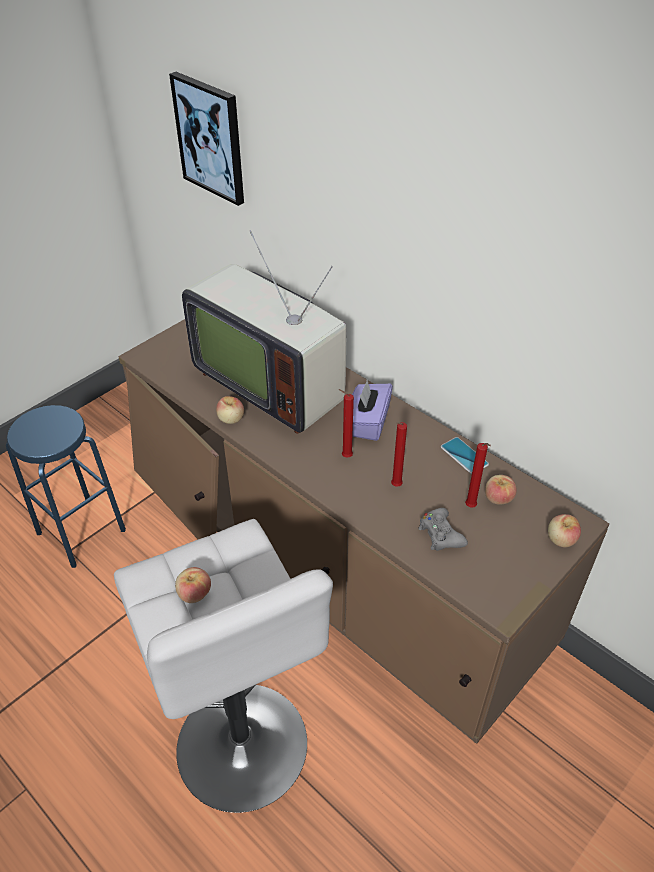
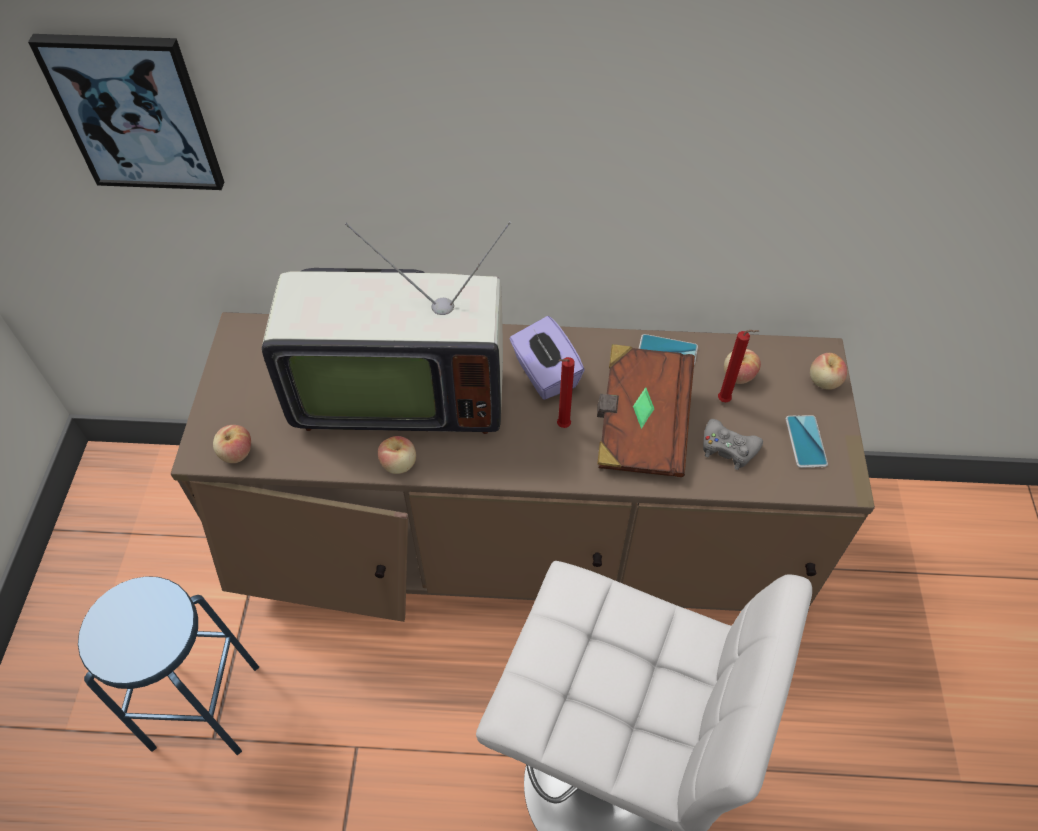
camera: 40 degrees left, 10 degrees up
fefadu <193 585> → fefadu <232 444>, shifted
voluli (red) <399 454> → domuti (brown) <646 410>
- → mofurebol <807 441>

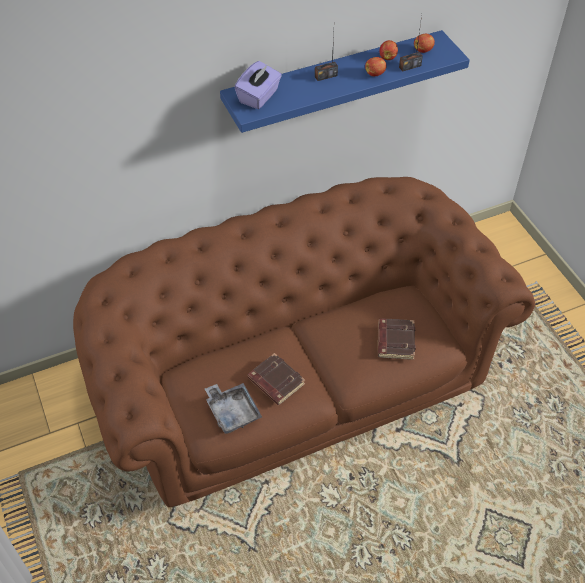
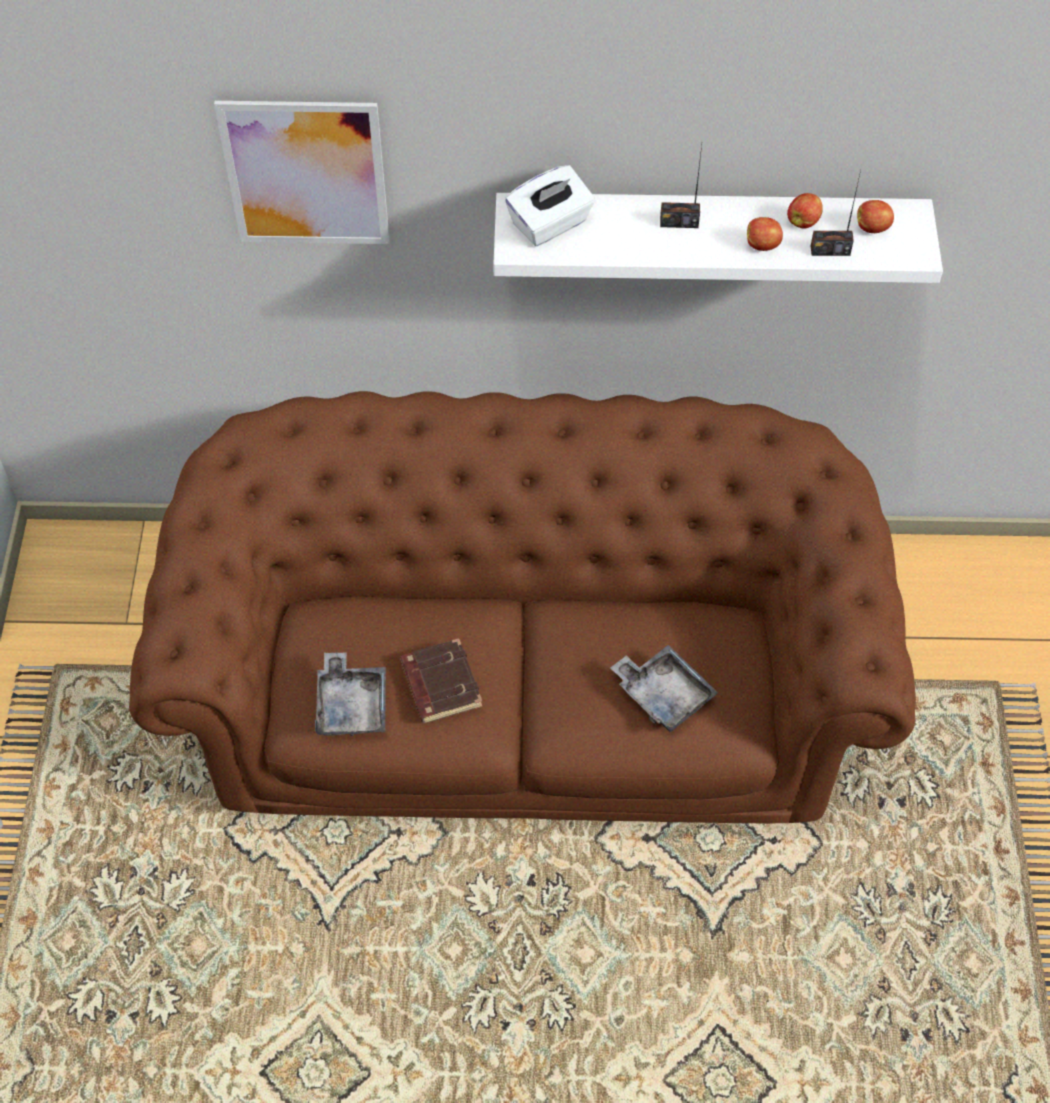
camera: 25 degrees right, 5 degrees up
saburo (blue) <345 81> → saburo (white) <718 238>
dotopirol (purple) <258 85> → dotopirol (white) <550 205>
domuti (brown) <397 339> → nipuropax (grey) <664 688>
- → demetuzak <302 172>

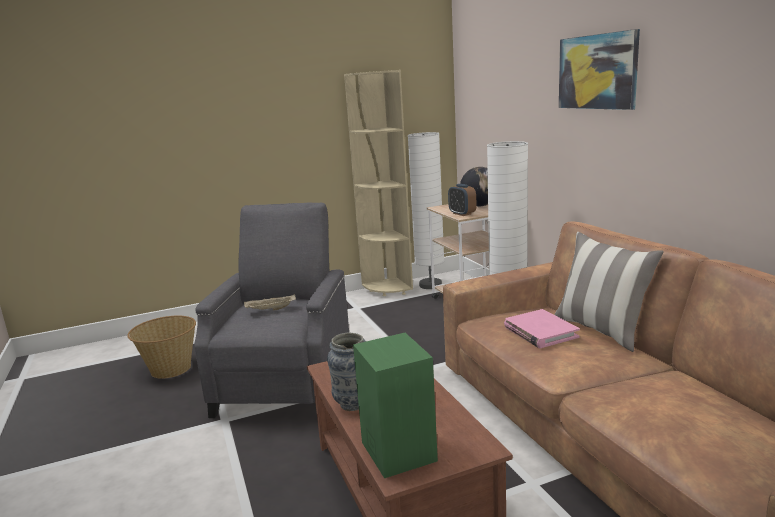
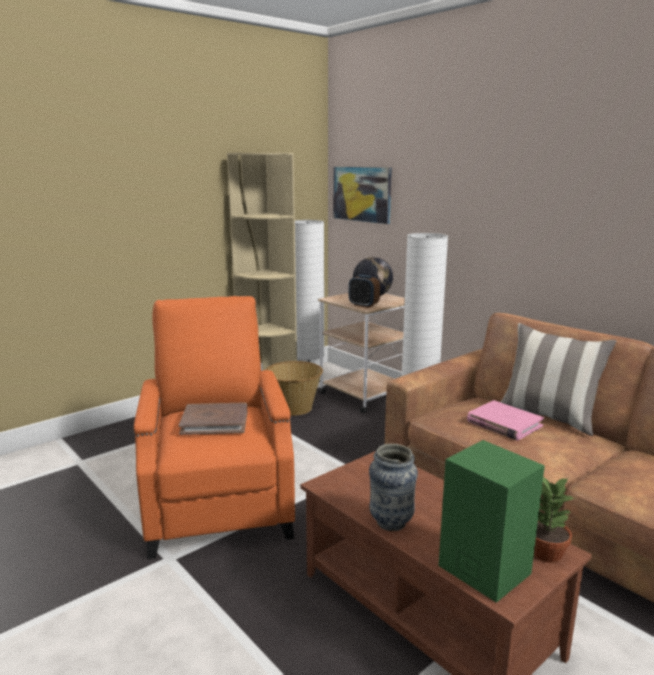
camera: 20 degrees left, 0 degrees up
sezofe <161 347> → sezofe <294 388>, shifted
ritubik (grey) <271 310> → ritubik (orange) <214 427>
nipuropax (beige) <270 302> → domuti (brown) <213 418>
demetuzak <599 69> → demetuzak <362 195>, shifted
- → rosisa <554 520>

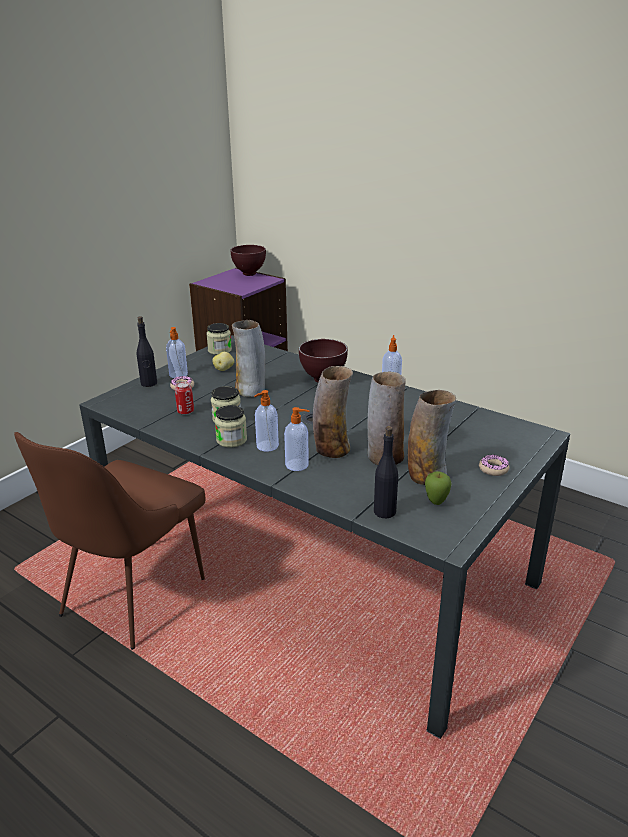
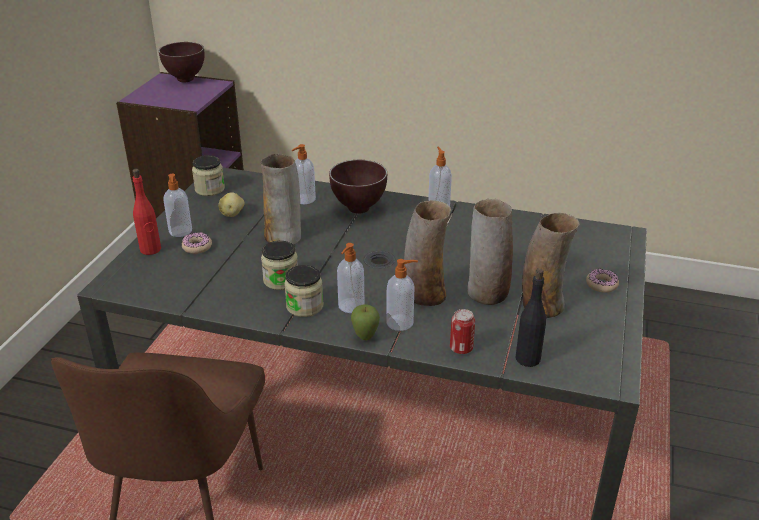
camera: 20 degrees left, 5 degrees up
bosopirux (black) <147 351> → bosopirux (red) <147 212>
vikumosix <184 398> → vikumosix <462 331>, shifted
fefadu <438 488> → fefadu <365 322>, shifted
- → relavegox <304 174>

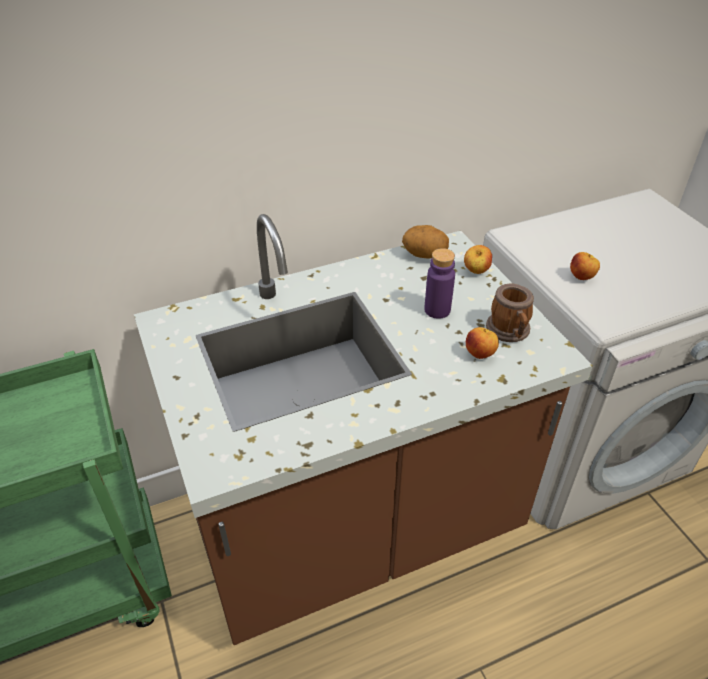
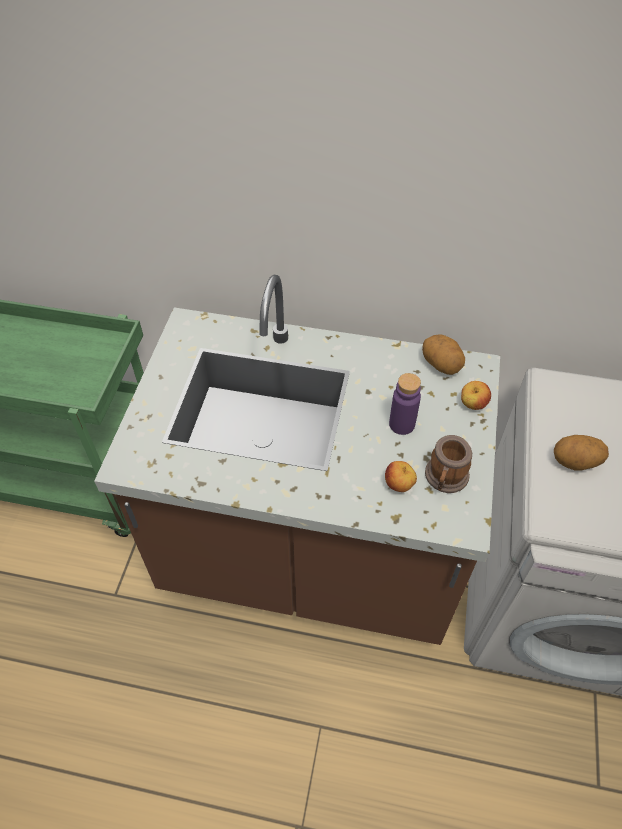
camera: 35 degrees right, 10 degrees up
fefadu <585 266> → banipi <581 453>

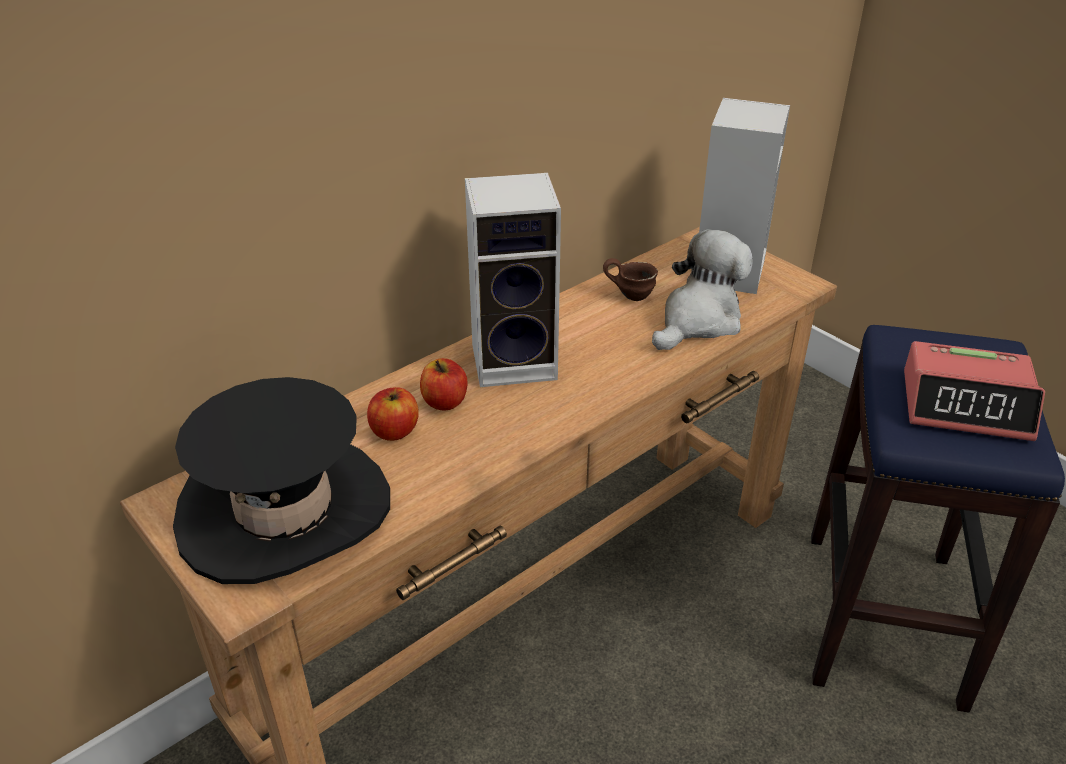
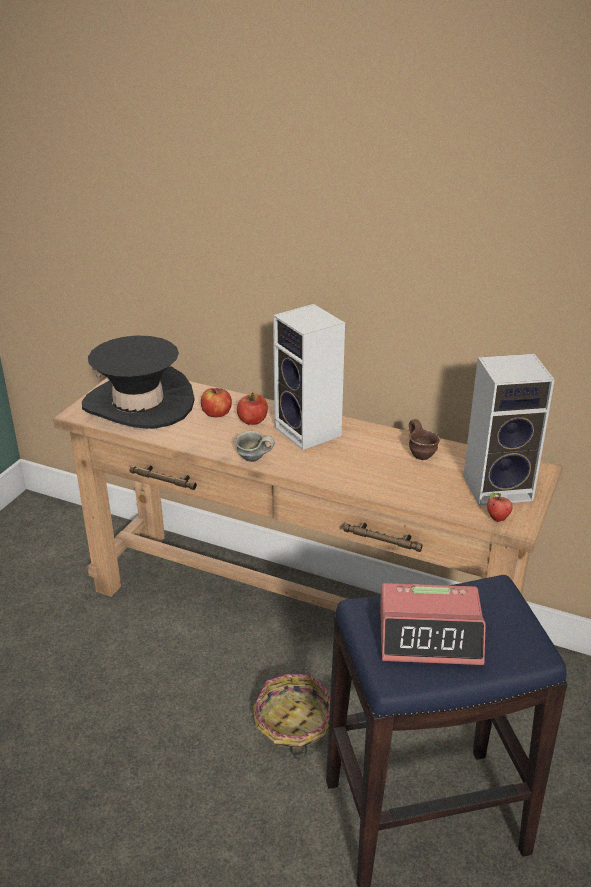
camera: 65 degrees right, 5 degrees down
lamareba <702 289> → -
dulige <974 391> → dulige <433 624>, 75 degrees counterclockwise
- → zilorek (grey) <255 446>
- → sezofe <291 716>
- → fefadu <500 507>

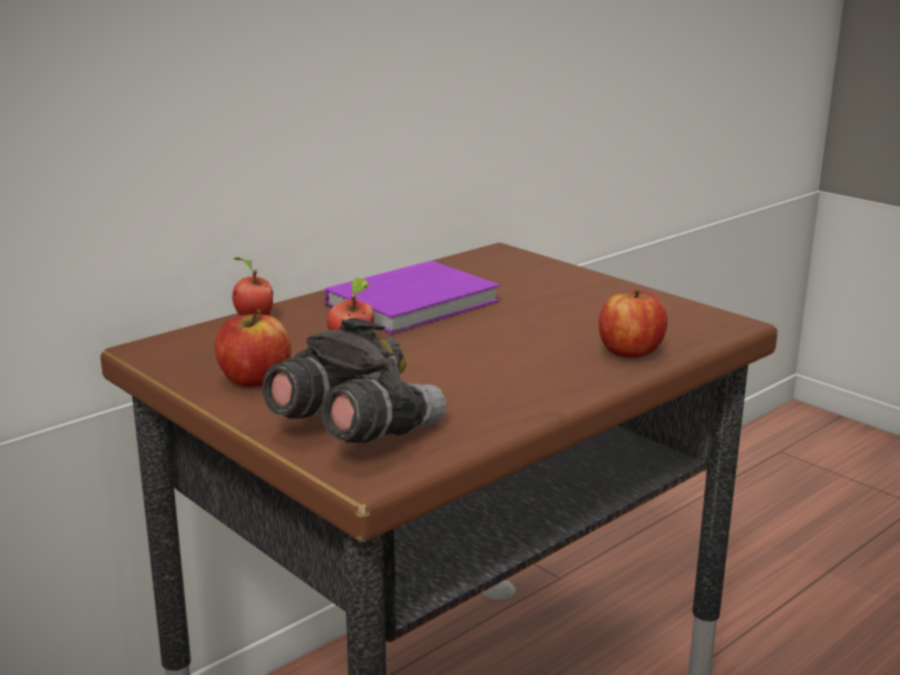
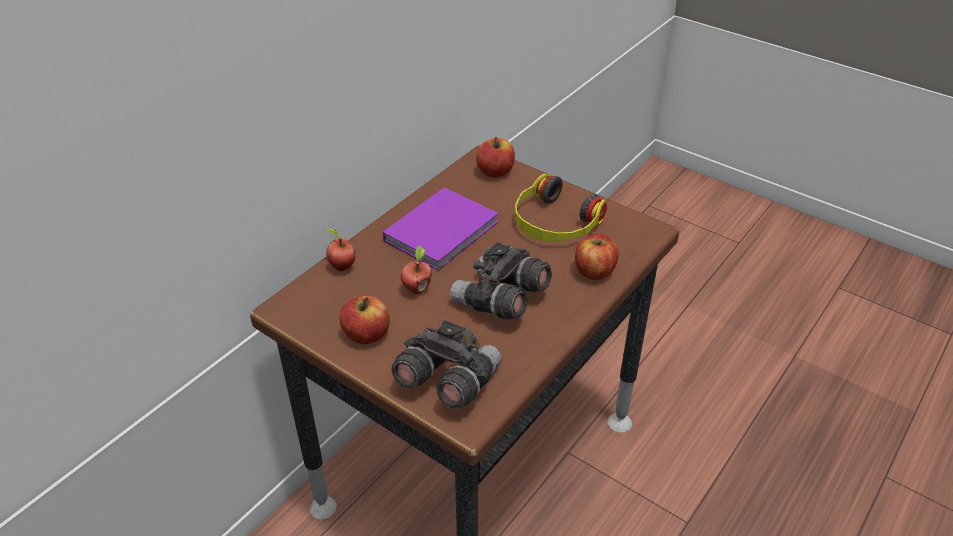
camera: 10 degrees left, 20 degrees up
- → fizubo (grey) <501 280>
- → fefadu <495 157>
- → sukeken <561 207>

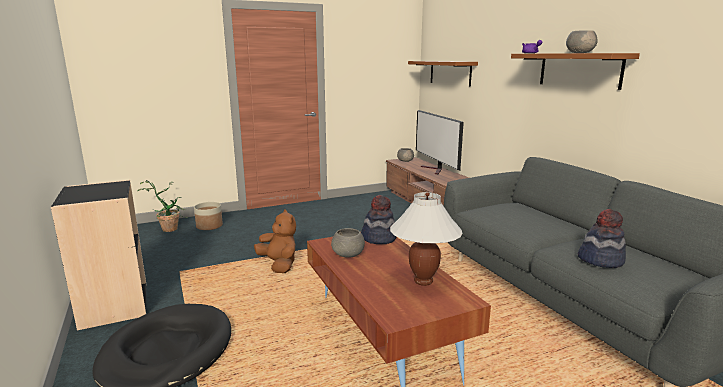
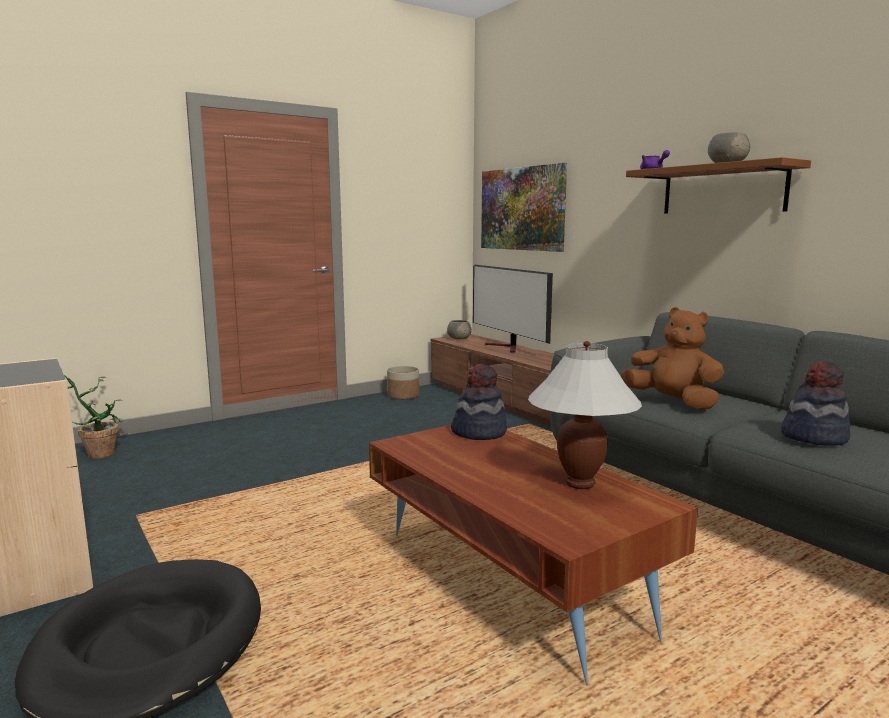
camera: 10 degrees left, 5 degrees down
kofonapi <208 216> → kofonapi <403 383>, shifted
lamareba (brown) <275 241> → lamareba (brown) <672 358>, shifted
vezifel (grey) <348 243> → -
saburo (brown) <443 73> → demetuzak <524 207>

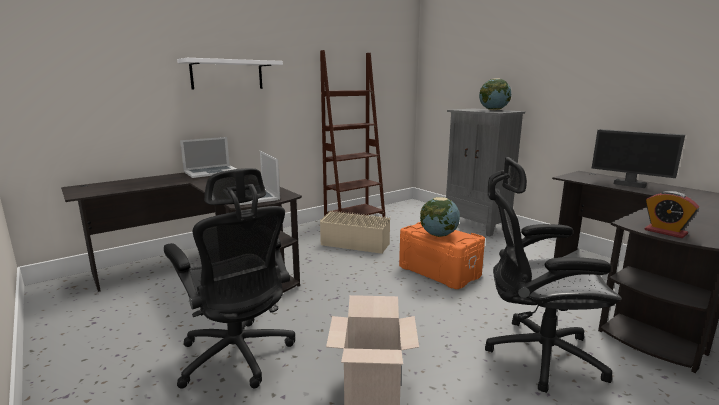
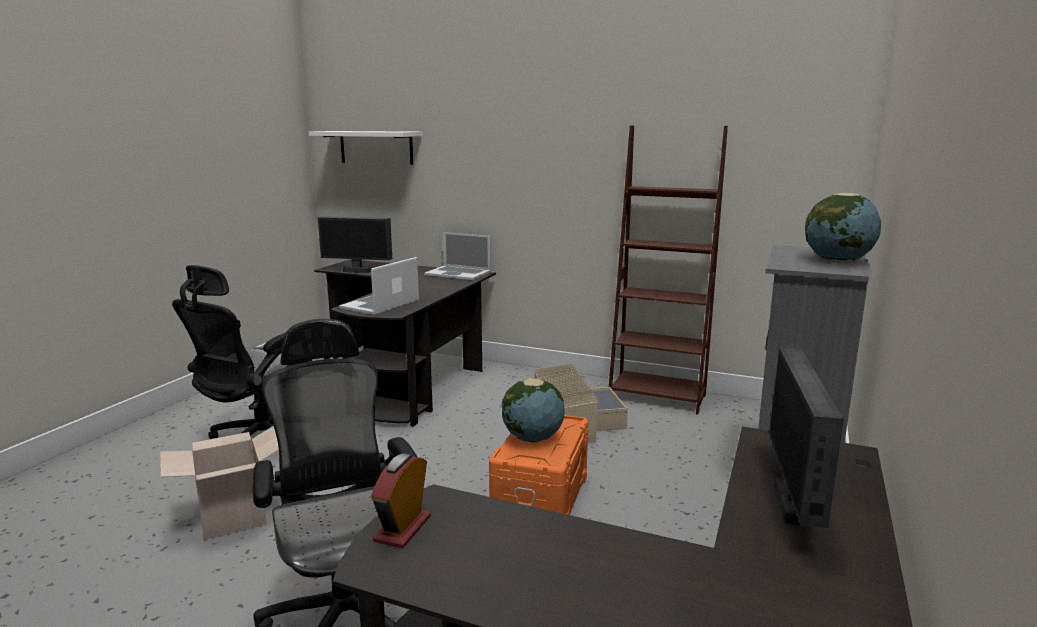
camera: 60 degrees right, 0 degrees up
saburo (white) <230 73> → saburo (white) <366 148>, shifted
- → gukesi <355 244>

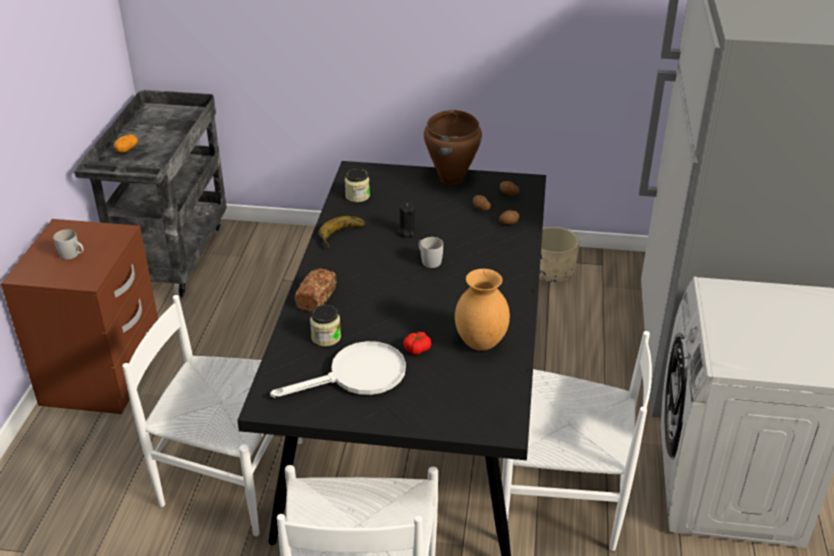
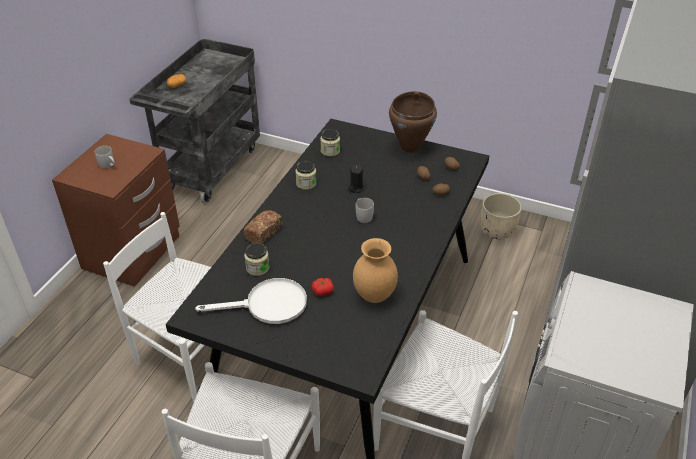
camera: 15 degrees right, 5 degrees up
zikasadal <342 232> → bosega <306 175>

